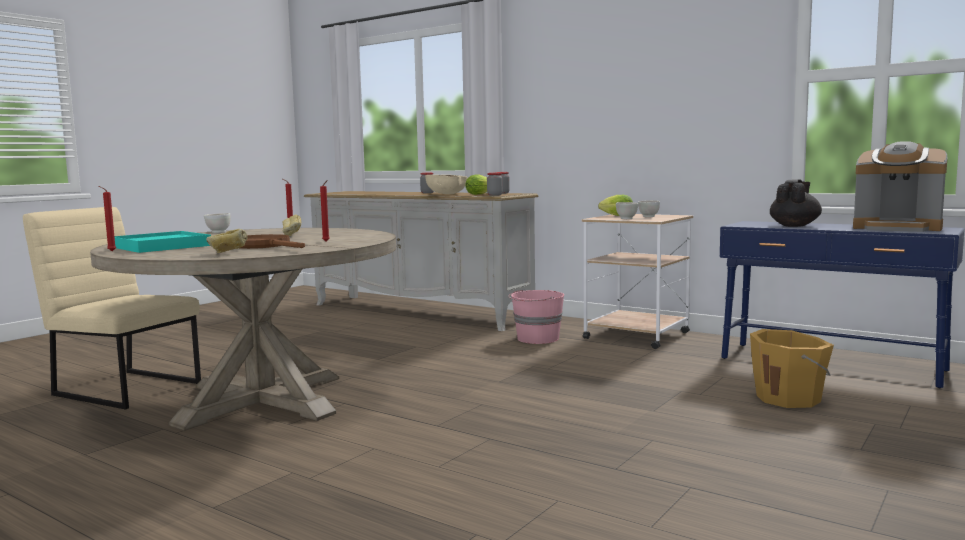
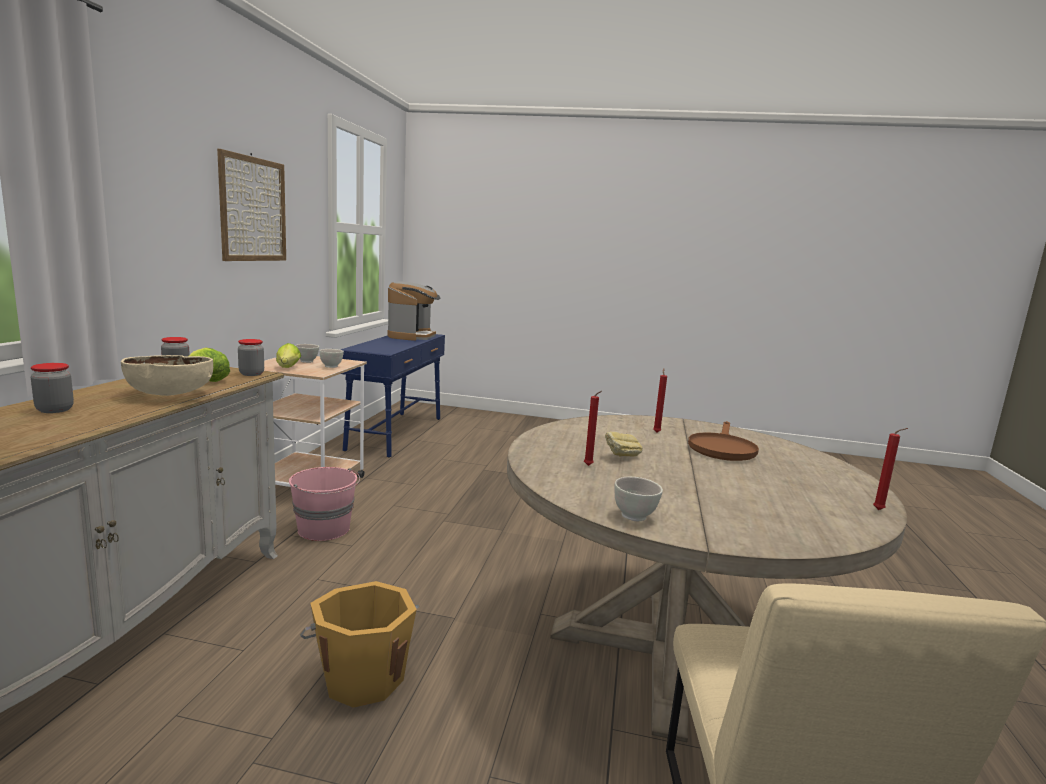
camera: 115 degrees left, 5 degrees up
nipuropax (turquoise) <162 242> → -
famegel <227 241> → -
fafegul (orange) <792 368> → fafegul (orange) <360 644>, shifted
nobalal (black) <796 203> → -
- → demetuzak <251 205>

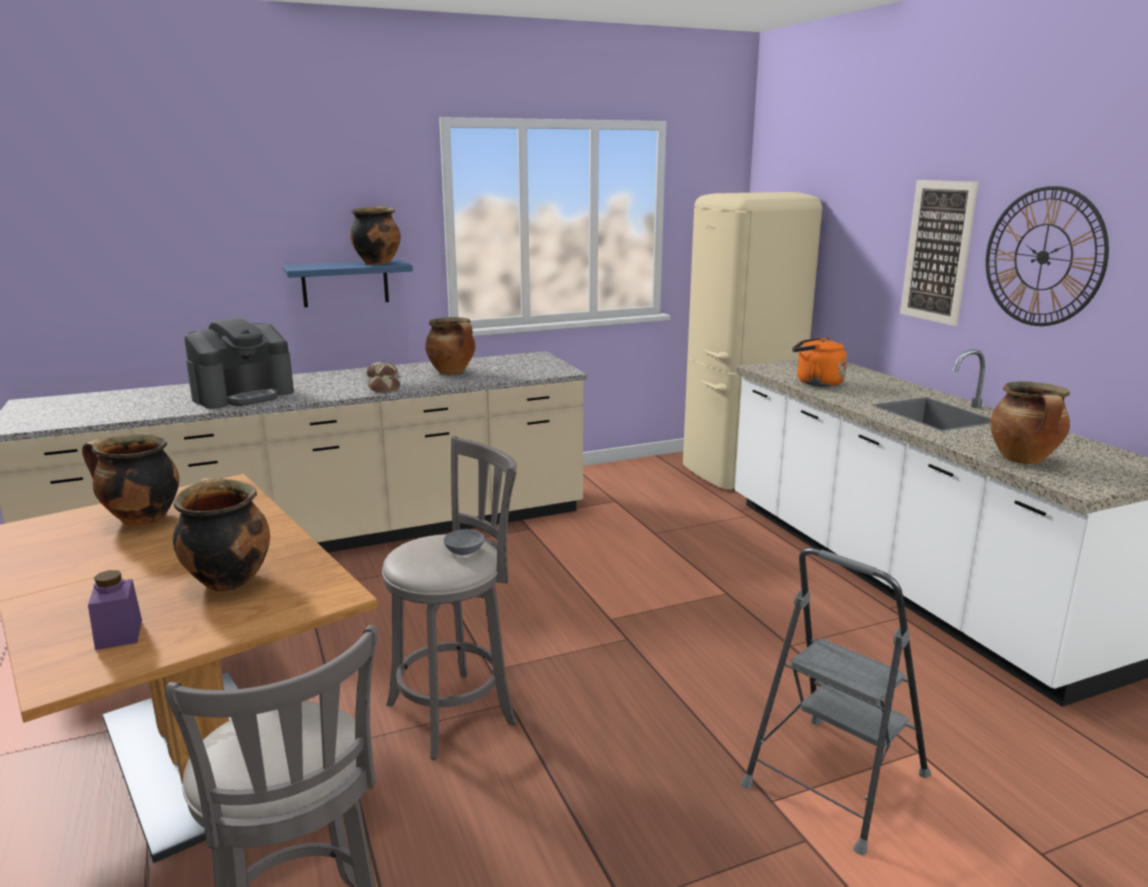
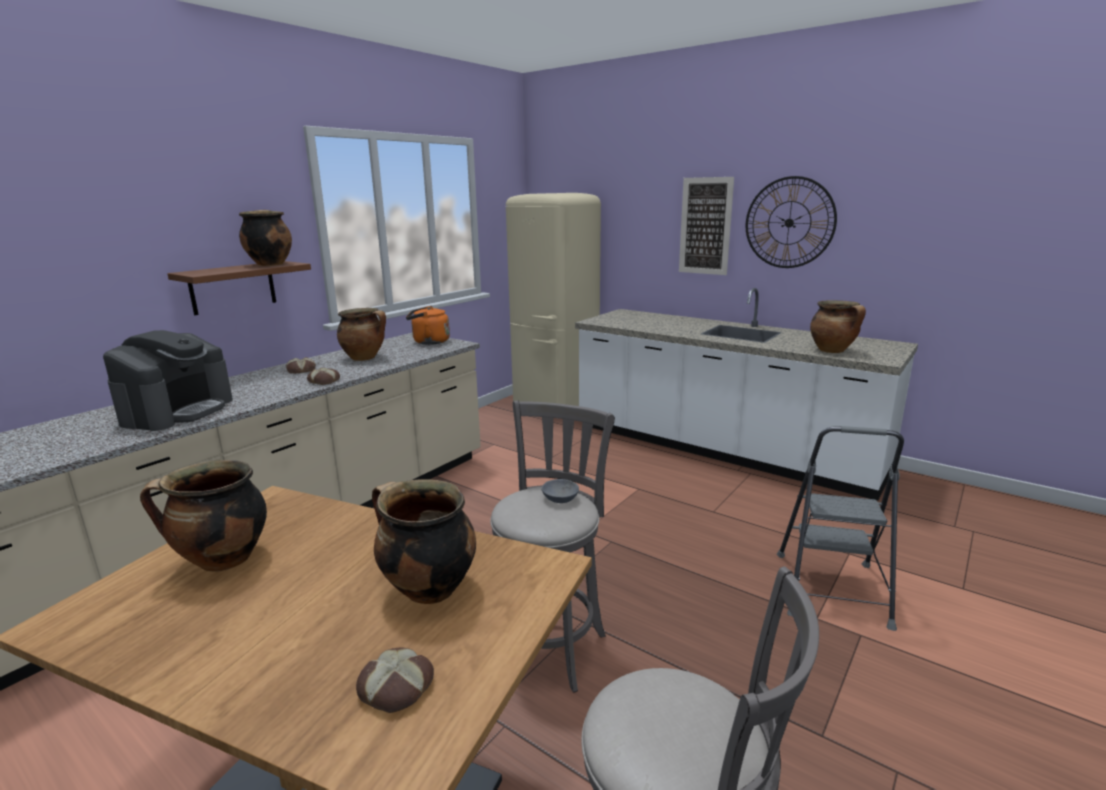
camera: 30 degrees left, 0 degrees up
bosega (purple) <115 610> → famegel <395 680>
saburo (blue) <348 283> → saburo (brown) <239 288>
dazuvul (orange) <819 362> → dazuvul (orange) <428 325>, shifted

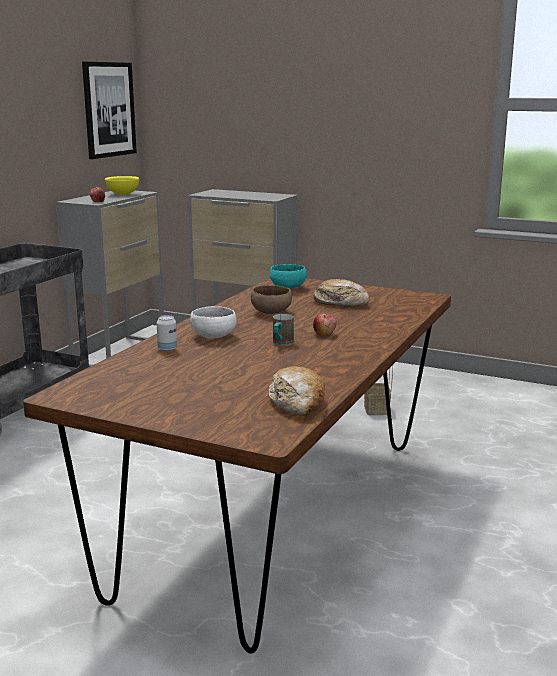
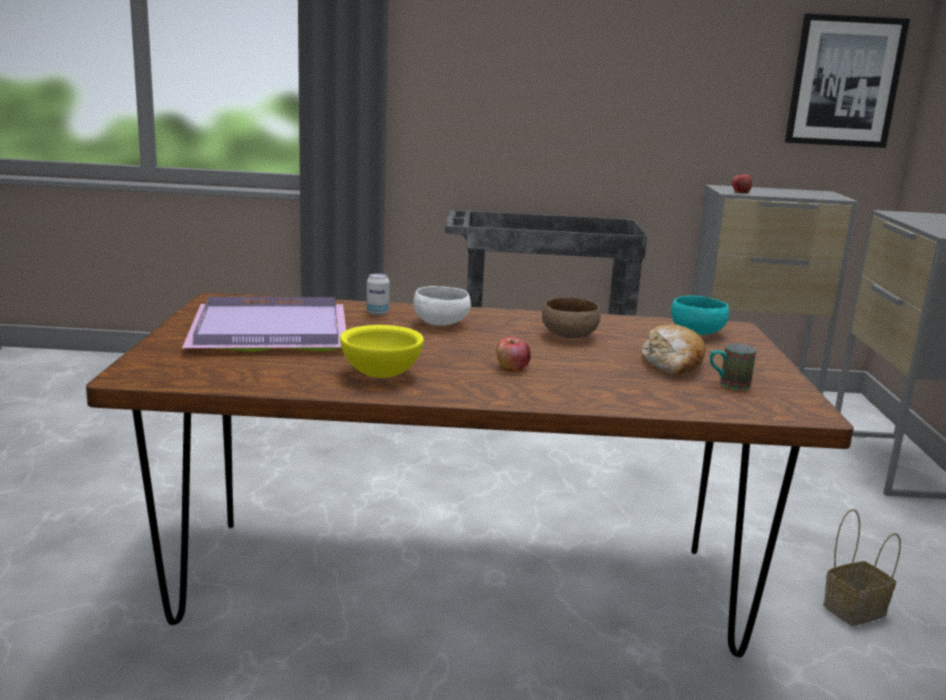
camera: 65 degrees right, 0 degrees up
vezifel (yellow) <122 185> → vezifel (yellow) <382 351>, shifted
famegel <297 391> → -
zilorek <283 330> → zilorek <733 366>, shifted
- → nipuropax (purple) <264 324>

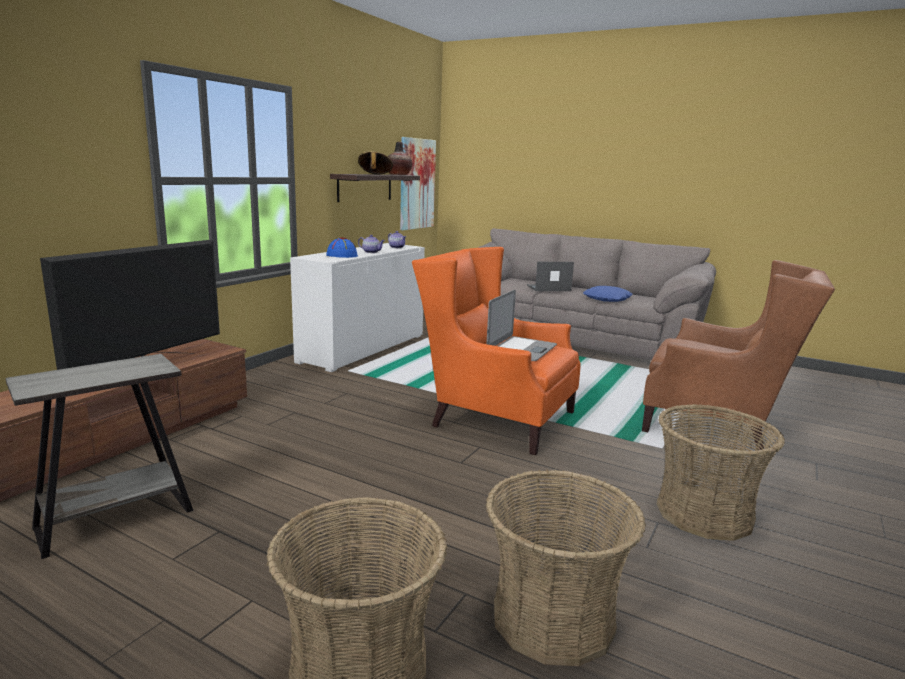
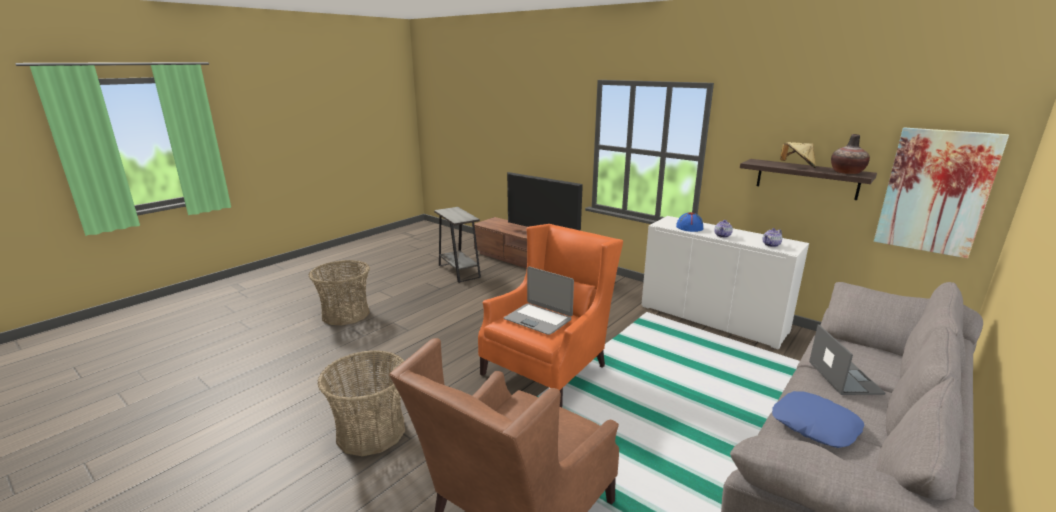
camera: 100 degrees right, 5 degrees up
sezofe <566 568> → -

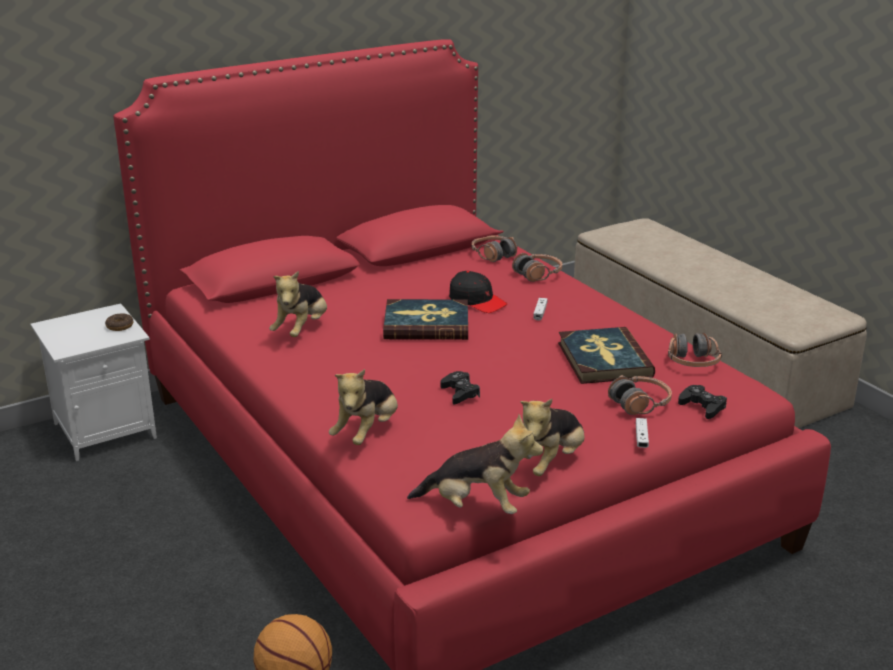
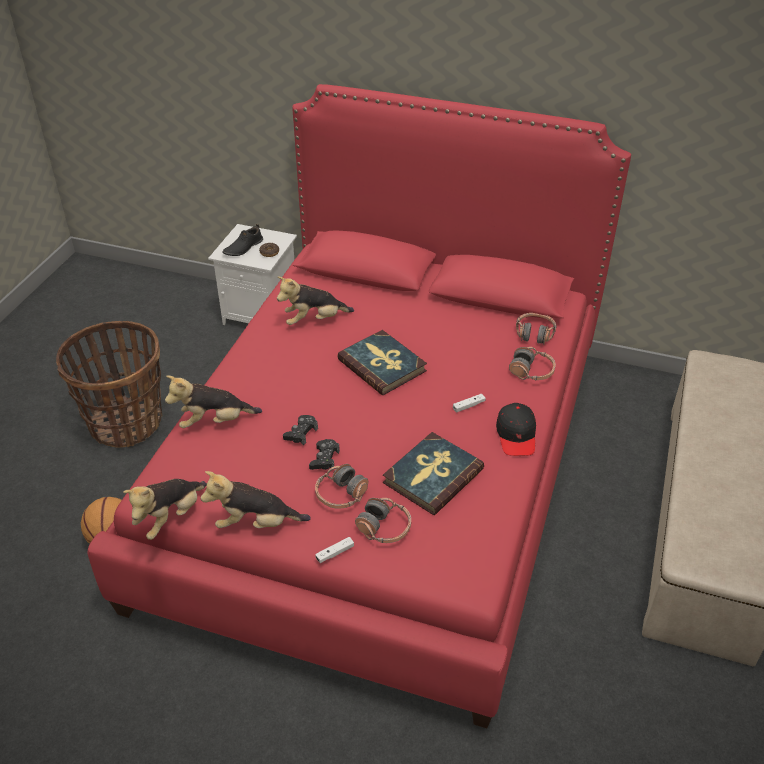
camera: 50 degrees right, 15 degrees up
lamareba <475 464> → lamareba <165 509>, 60 degrees clockwise
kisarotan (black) <478 292> → kisarotan (black) <516 429>, shifted
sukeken <695 350> → sukeken <341 486>, shifted
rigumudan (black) <702 402> → rigumudan (black) <324 454>, shifted
- → sezofe <109 384>
- → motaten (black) <242 240>

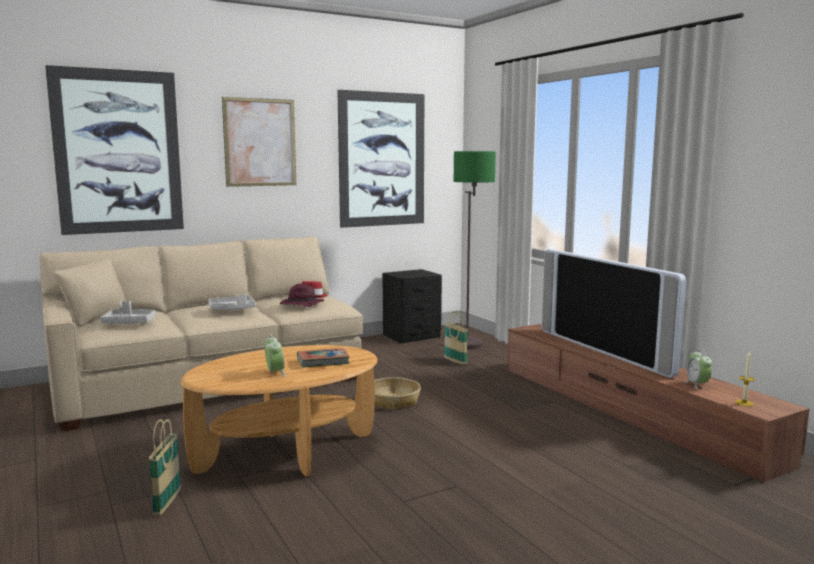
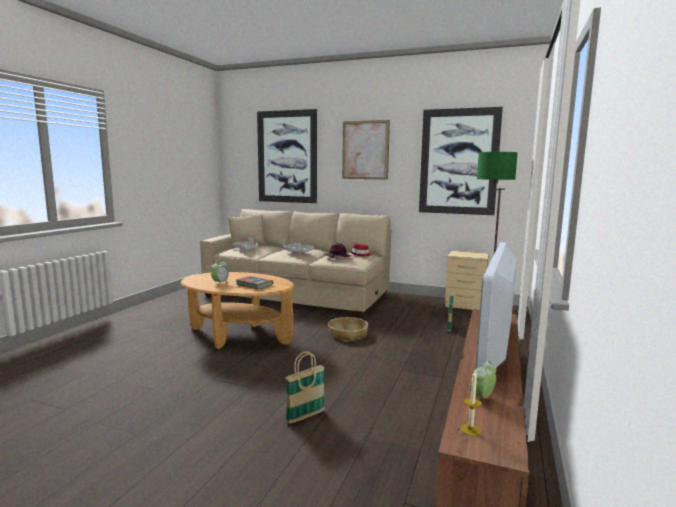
camera: 50 degrees right, 0 degrees up
sezofe <165 467> → sezofe <305 387>, shifted
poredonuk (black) <412 306> → poredonuk (beige) <467 280>

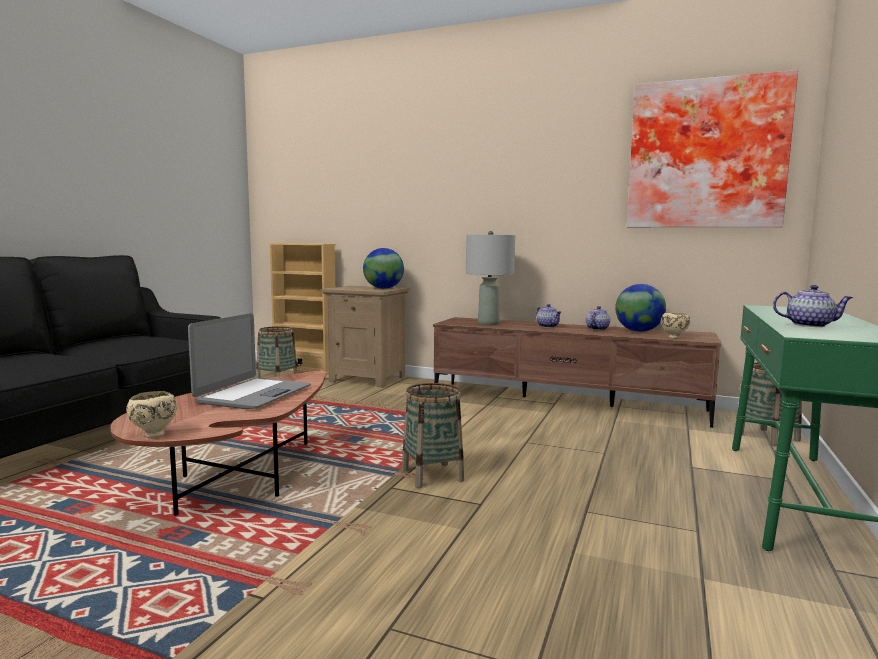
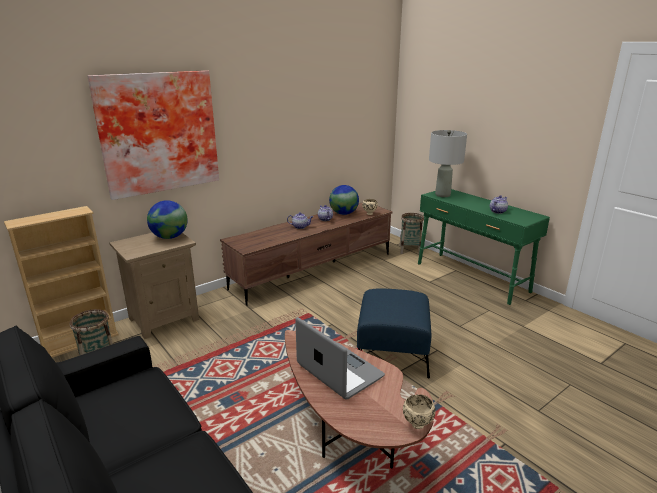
camera: 60 degrees left, 15 degrees up
sezofe <433 435> → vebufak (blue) <394 333>
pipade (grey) <490 278> → pipade (grey) <448 163>, shifted
demetuzak <712 148> → demetuzak <153 135>, shifted

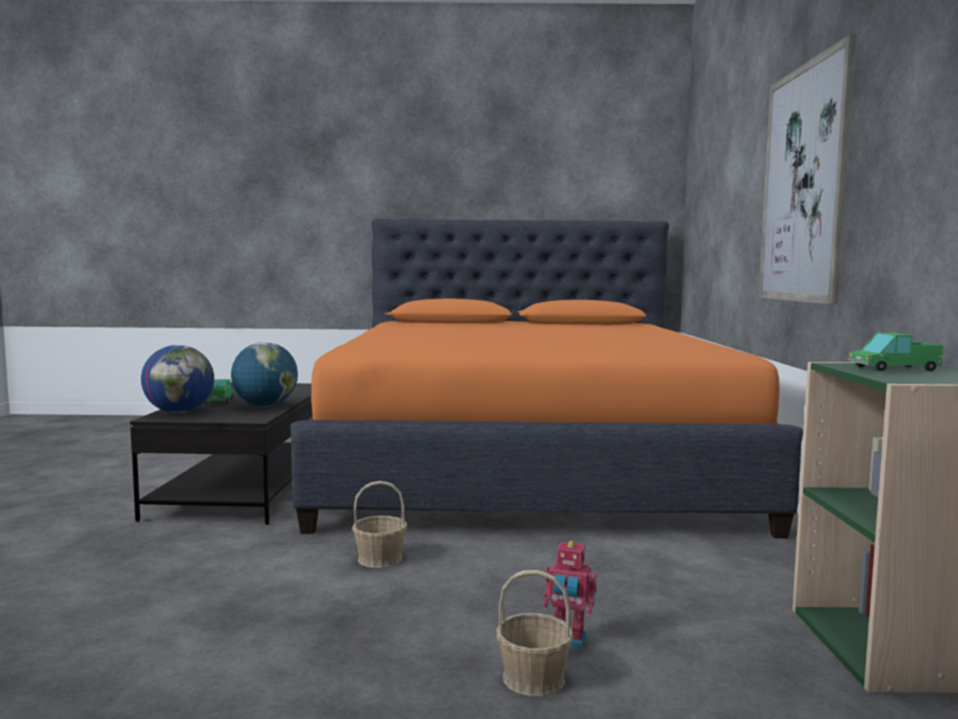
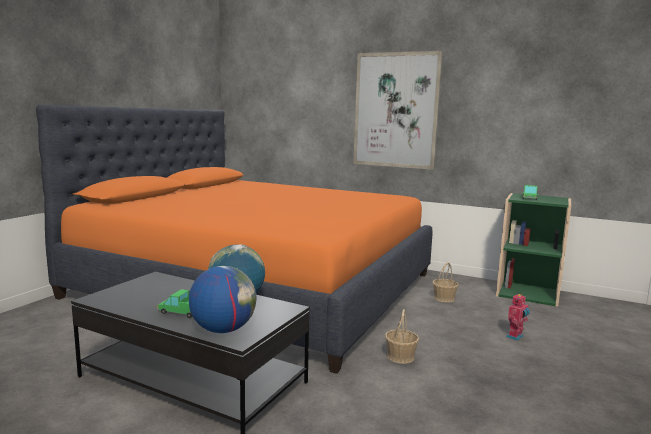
camera: 65 degrees left, 5 degrees up
sezofe <535 633> → sezofe <445 282>, shifted

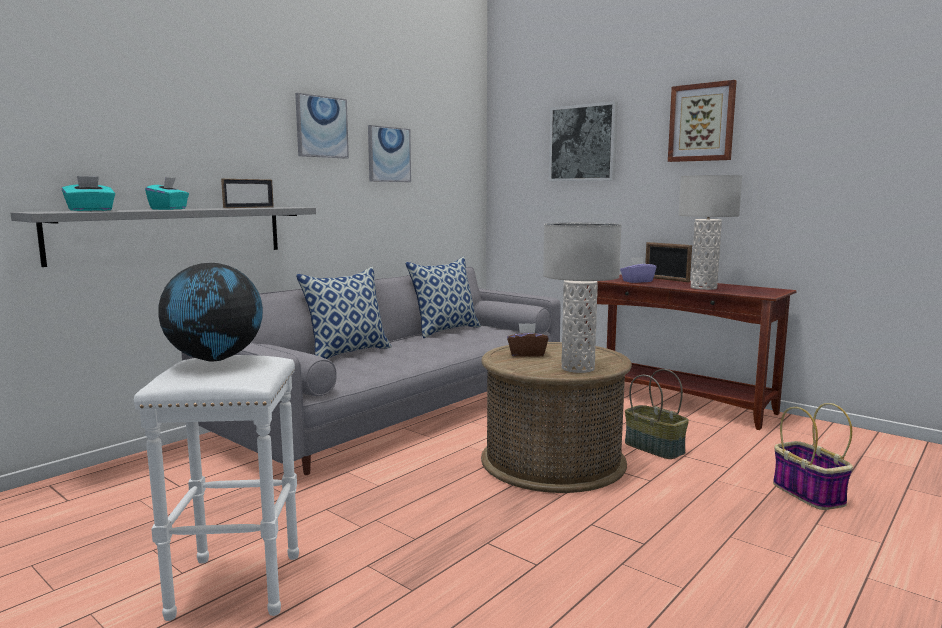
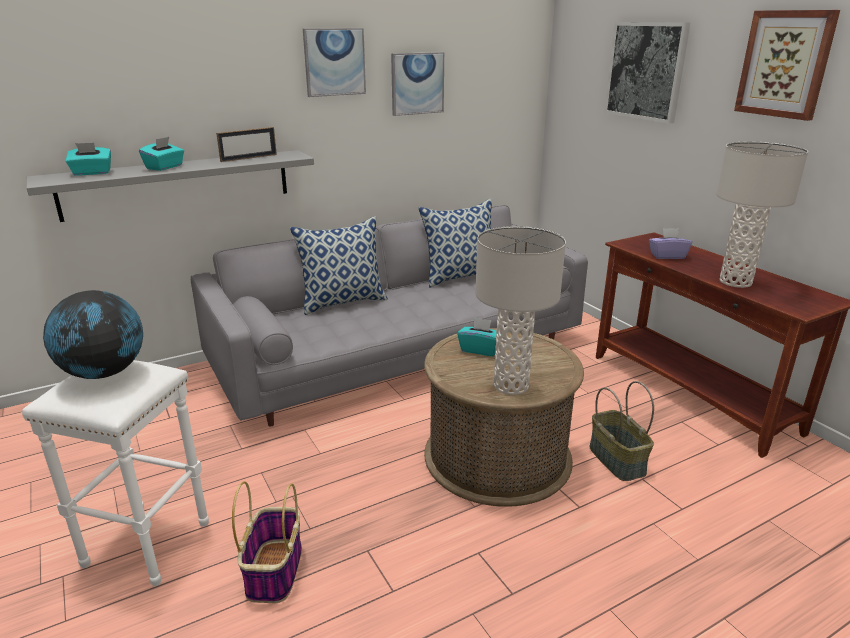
camera: 20 degrees right, 15 degrees up
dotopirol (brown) <528 340> → dotopirol (turquoise) <476 336>
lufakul <668 262> → -
sezofe <813 456> → sezofe <267 542>, shifted

